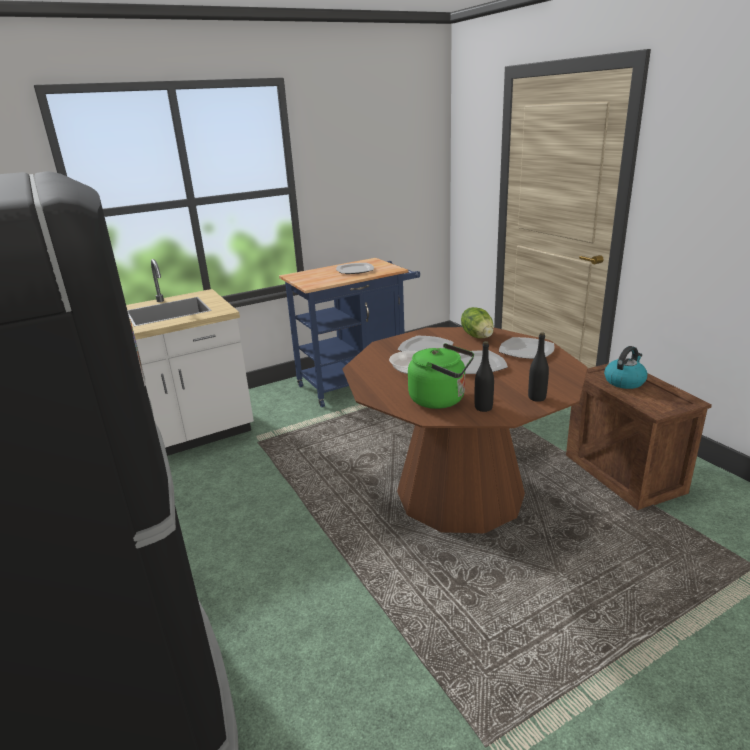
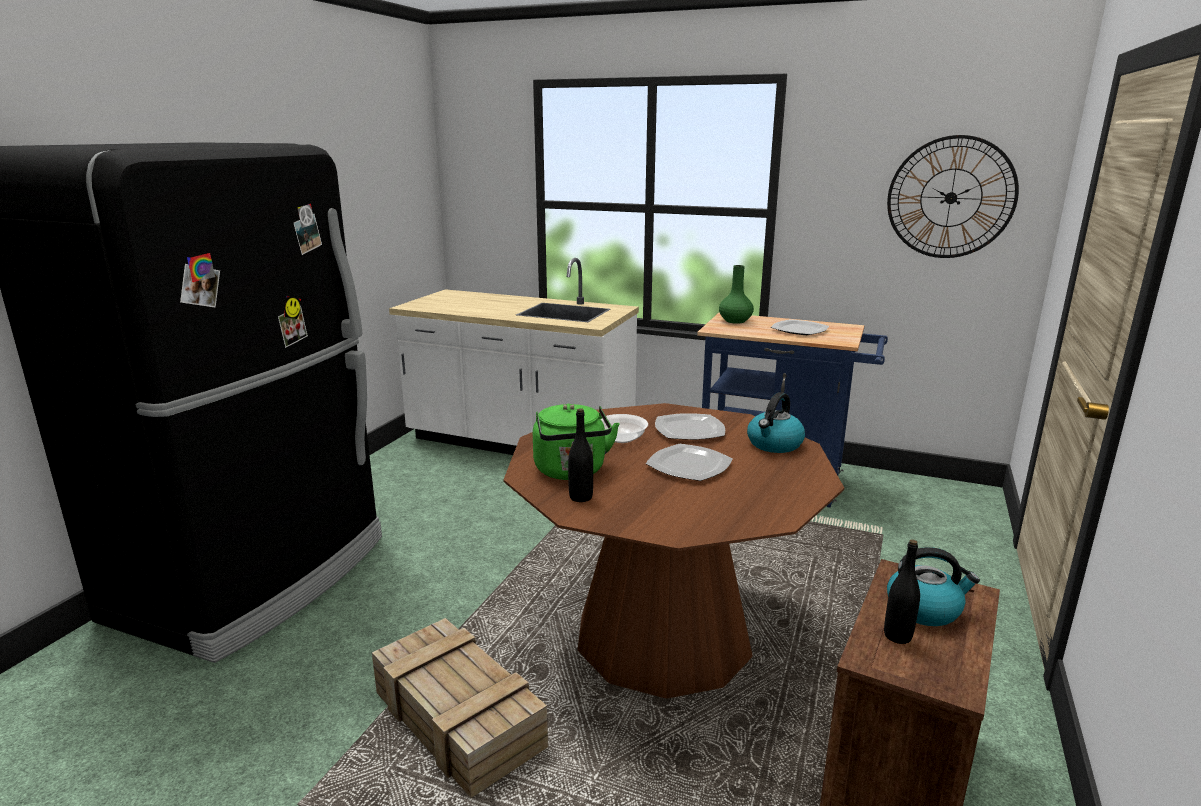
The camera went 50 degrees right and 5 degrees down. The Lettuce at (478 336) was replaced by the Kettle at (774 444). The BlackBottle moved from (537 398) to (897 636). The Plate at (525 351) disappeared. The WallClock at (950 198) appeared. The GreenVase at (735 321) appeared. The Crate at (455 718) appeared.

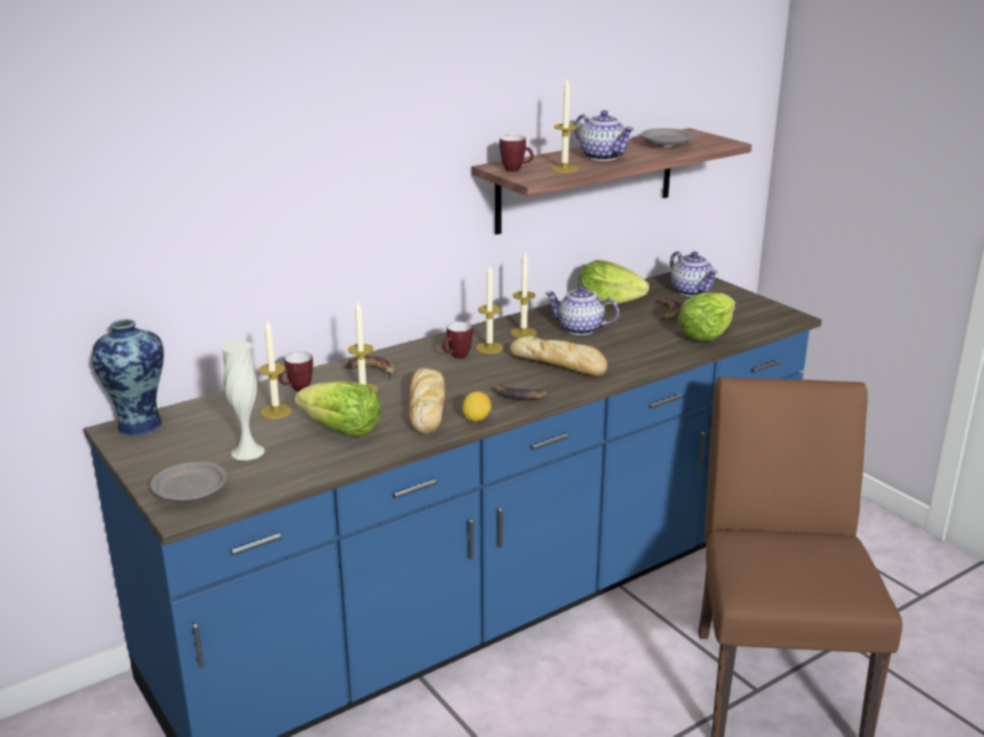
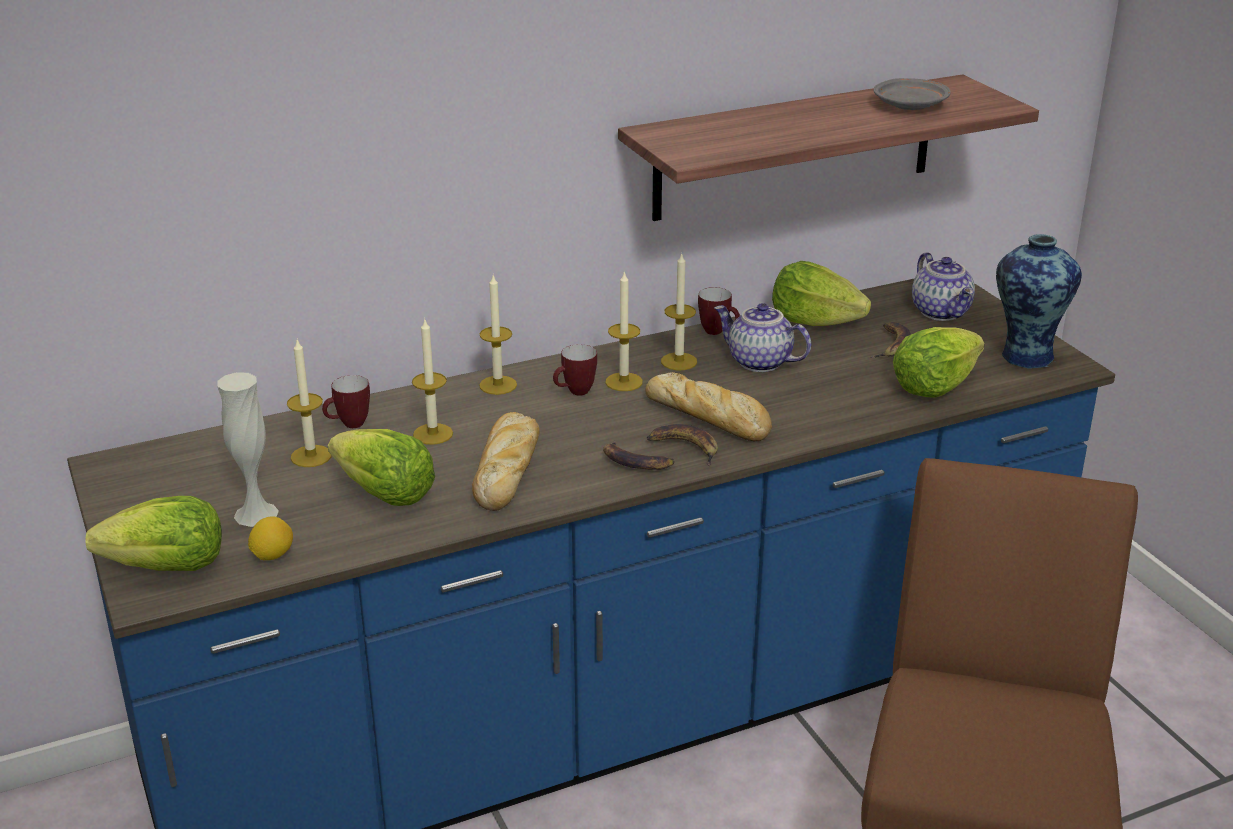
The camera went 10 degrees right and 5 degrees up. The Candle moved from (564 169) to (498 385). The Teapot at (603 157) disappeared. The Mug moved from (516 170) to (718 332). The Vase moved from (139 424) to (1026 355). The Banana moved from (371 371) to (684 447). The Lemon moved from (476 419) to (272 555). The GreyPlate at (192 493) was replaced by the Lettuce at (168 568).

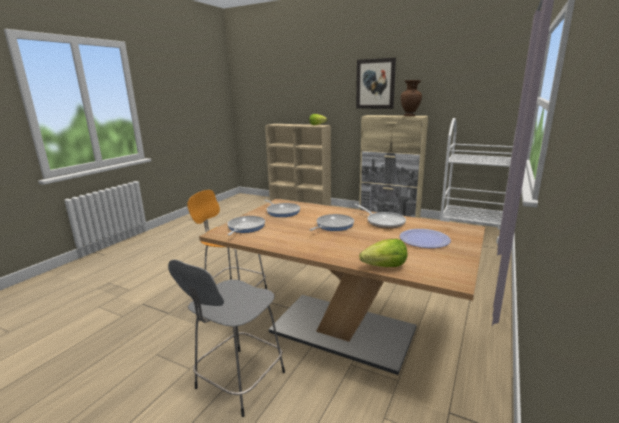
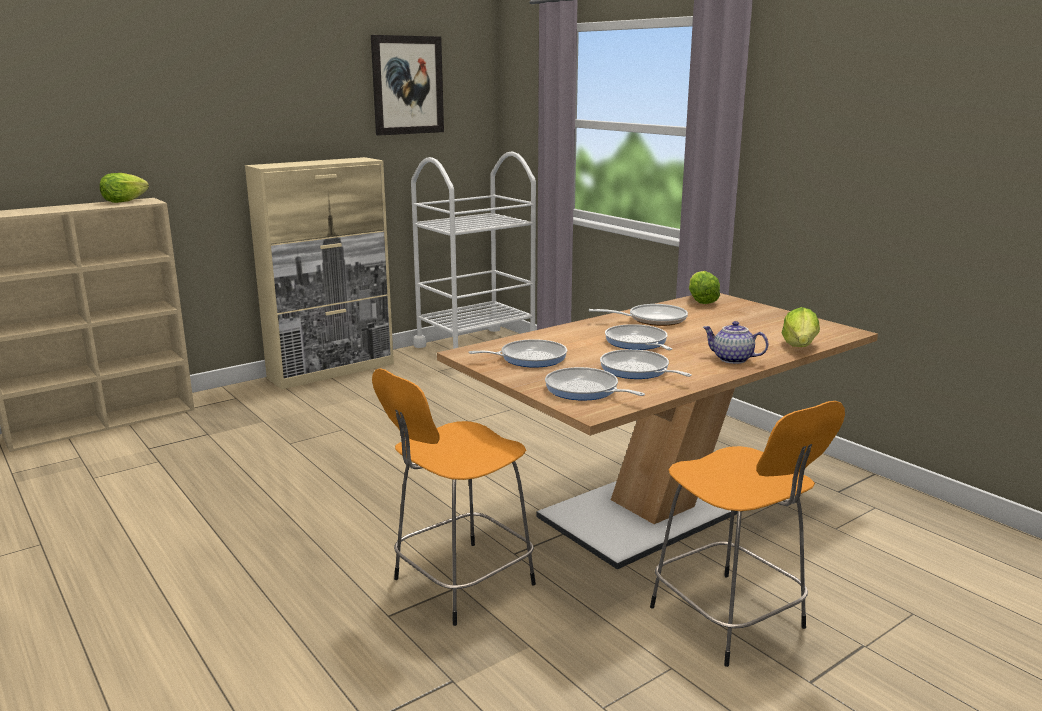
The camera went 65 degrees left and 0 degrees up. The Picture moved from (375 84) to (407 85). The BrownVase at (410 116) disappeared. The Plate at (424 239) disappeared. The GreyStool at (238 382) became the OrangeStool at (730 620). The Lettuce at (701 301) appeared. The Teapot at (732 359) appeared. The FryingPan at (637 370) appeared.

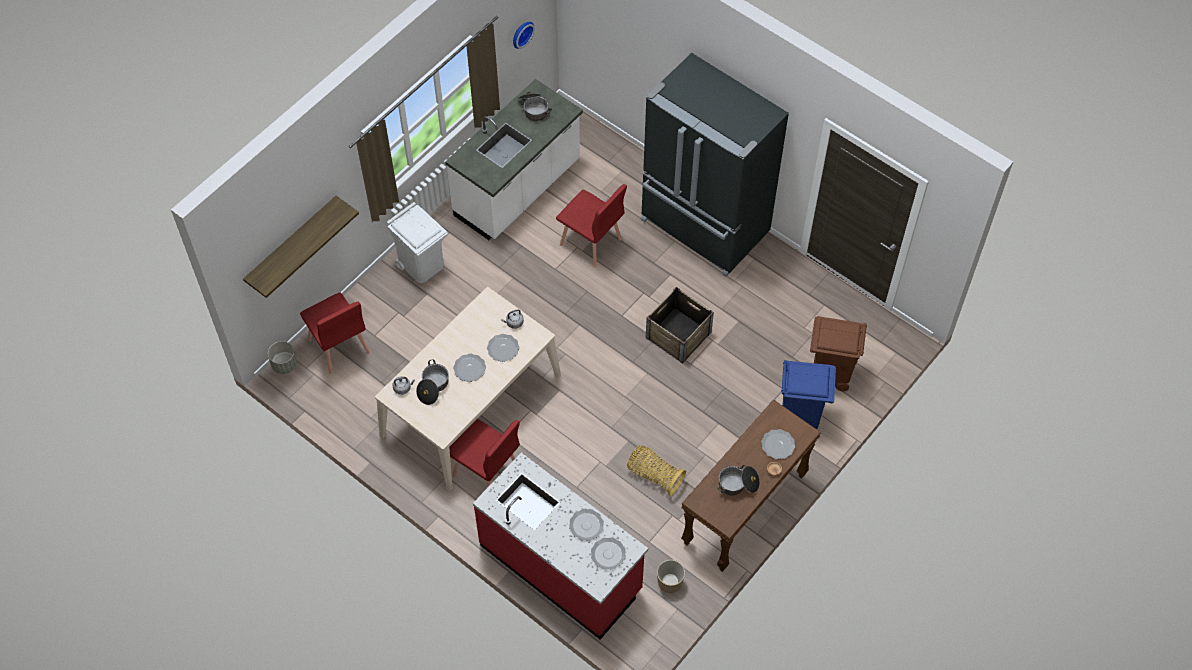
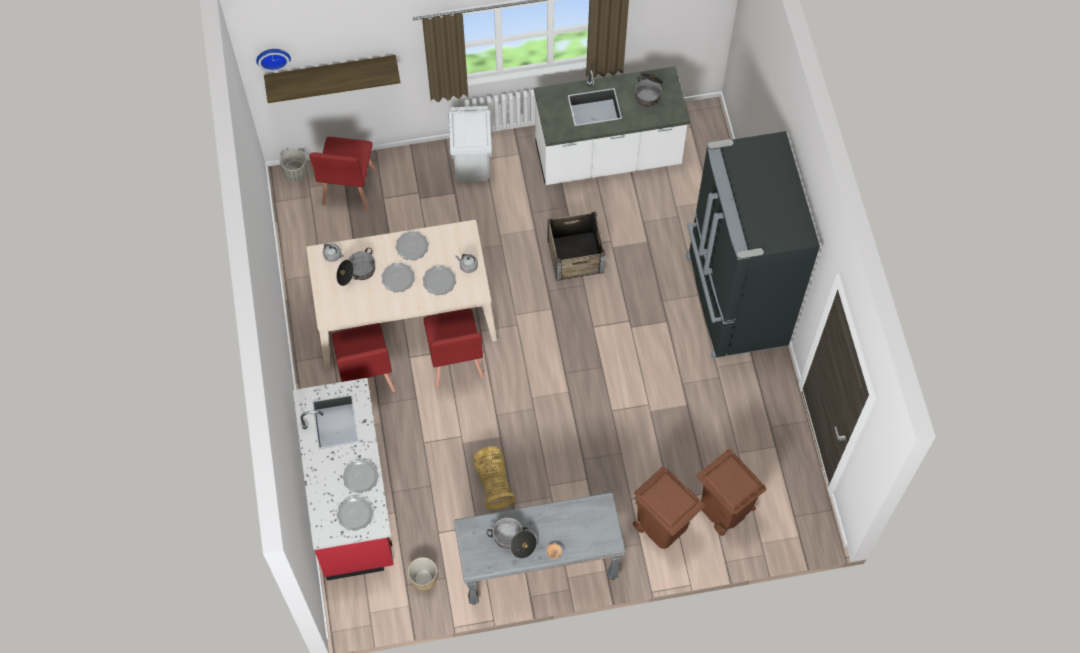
The camera went 40 degrees right and 5 degrees up. The WallClock moved from (521 33) to (273 57). The RedChair moved from (591 242) to (454 360). The Crate moved from (678 334) to (575 255). The BlueTrashCan at (800 414) became the BrownTrashCan at (663 525). The BrownConsoleTable at (745 510) became the GreyConsoleTable at (538 569). The Plate moved from (777 445) to (412 246).

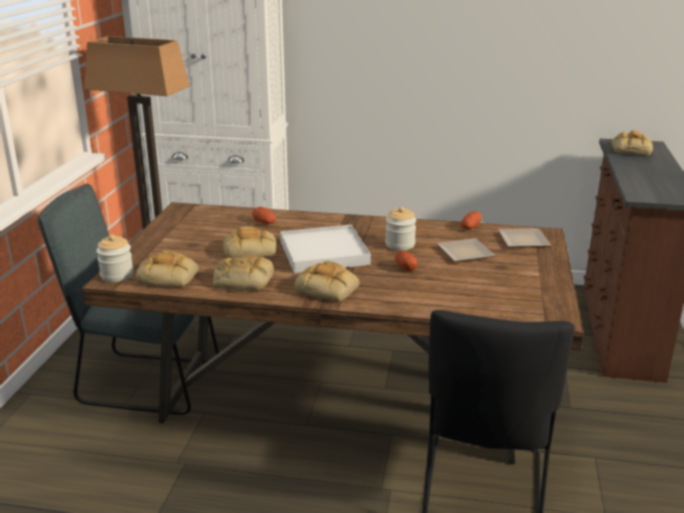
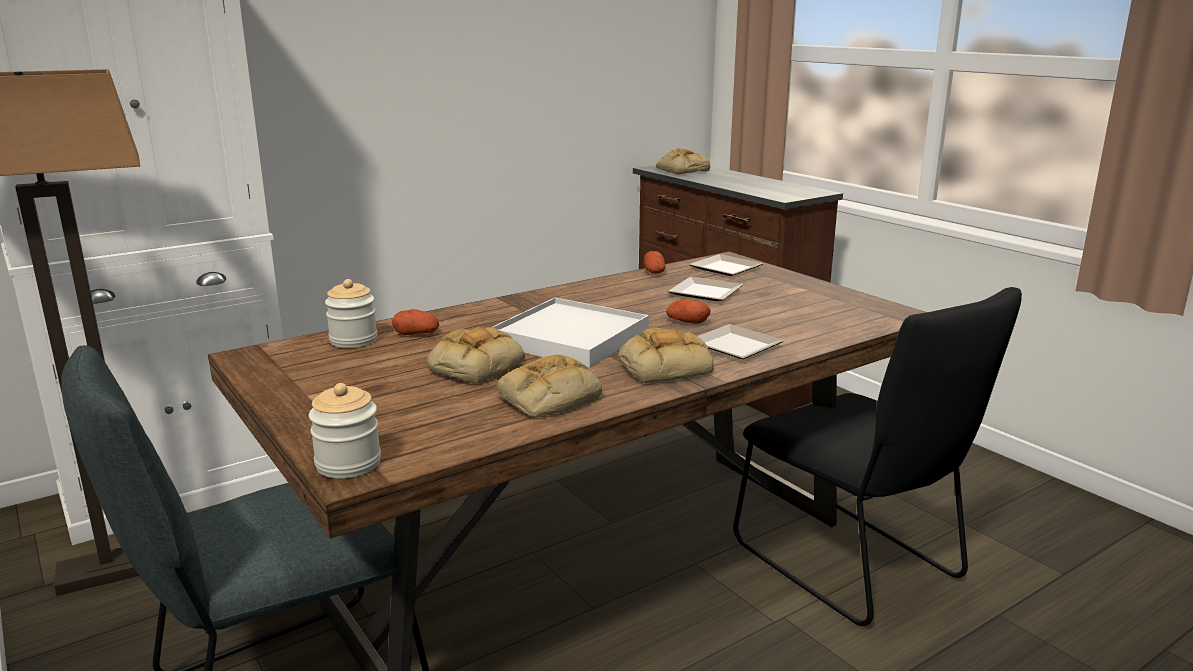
The camera went 45 degrees left and 5 degrees down. The Jar moved from (400 244) to (353 340). The Bread at (169 276) disappeared. The Plate at (739 346) appeared.

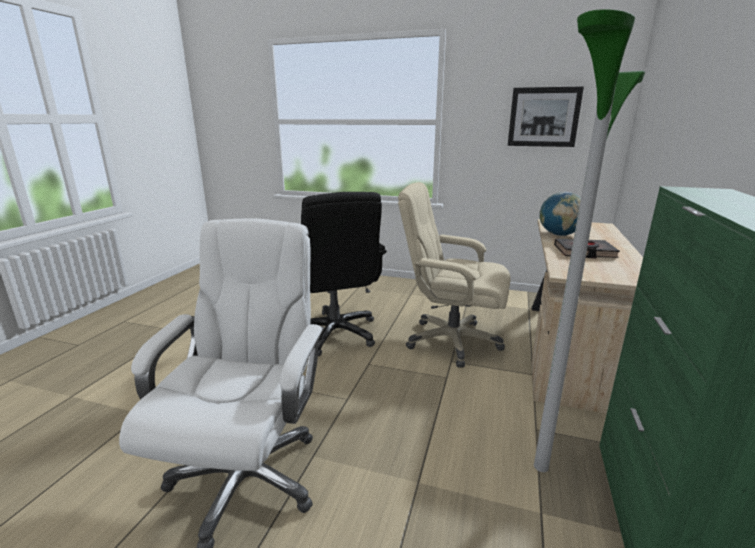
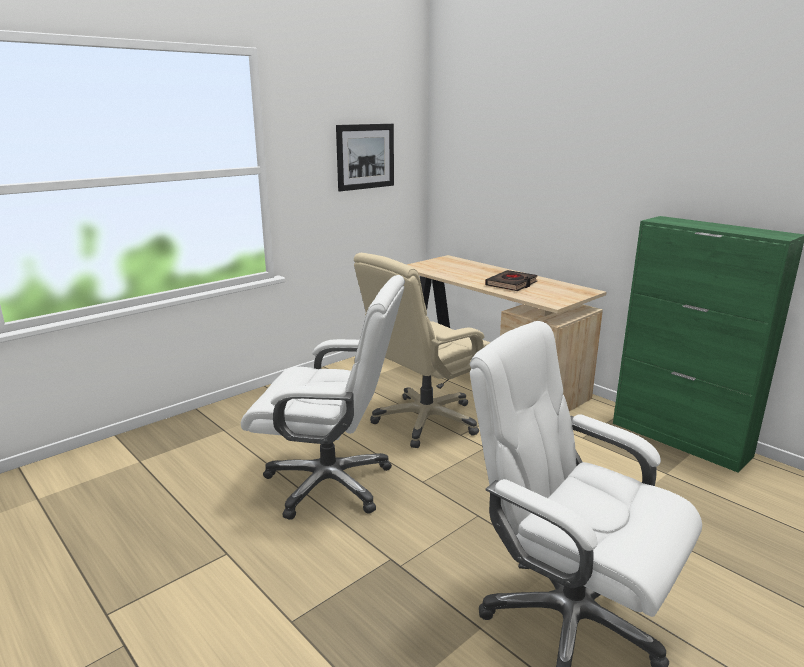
The camera went 60 degrees left and 0 degrees up. The FloorLamp at (541 467) disappeared. The BlackOfficeChair at (335 333) became the WhiteOfficeChair at (330 483). The Globe at (559 235) disappeared.

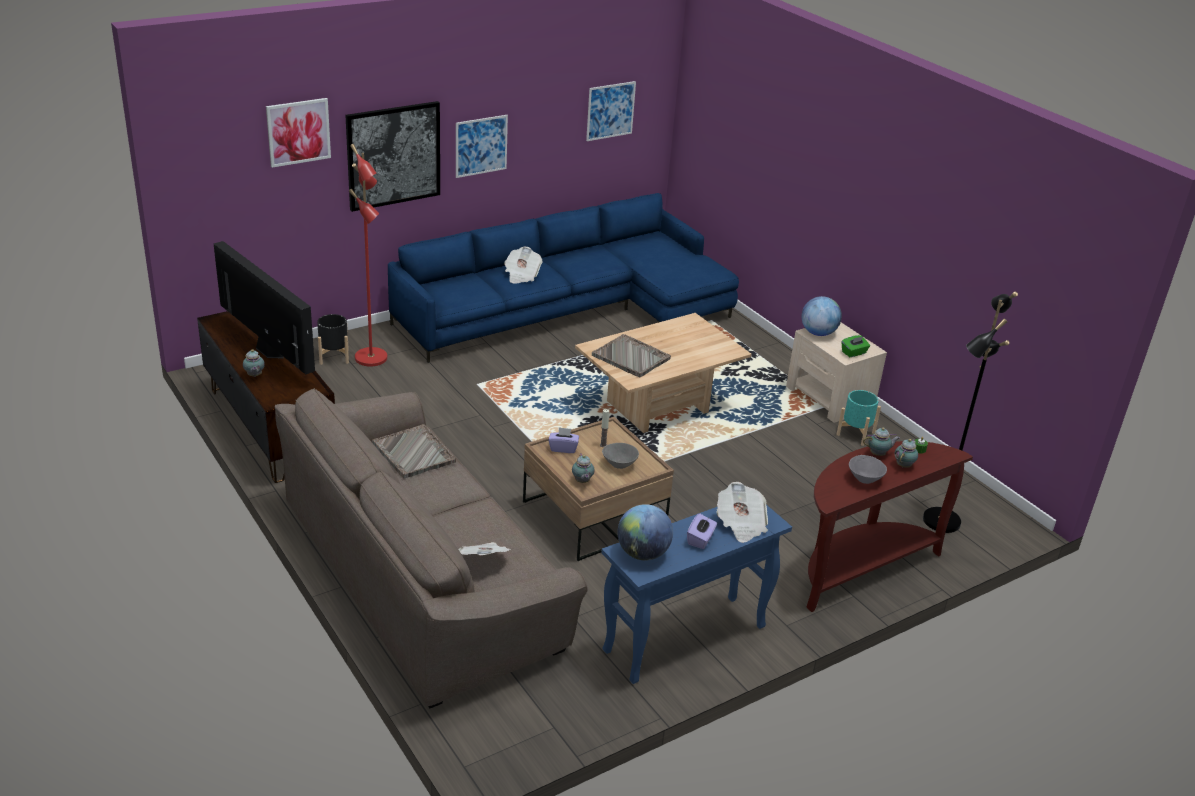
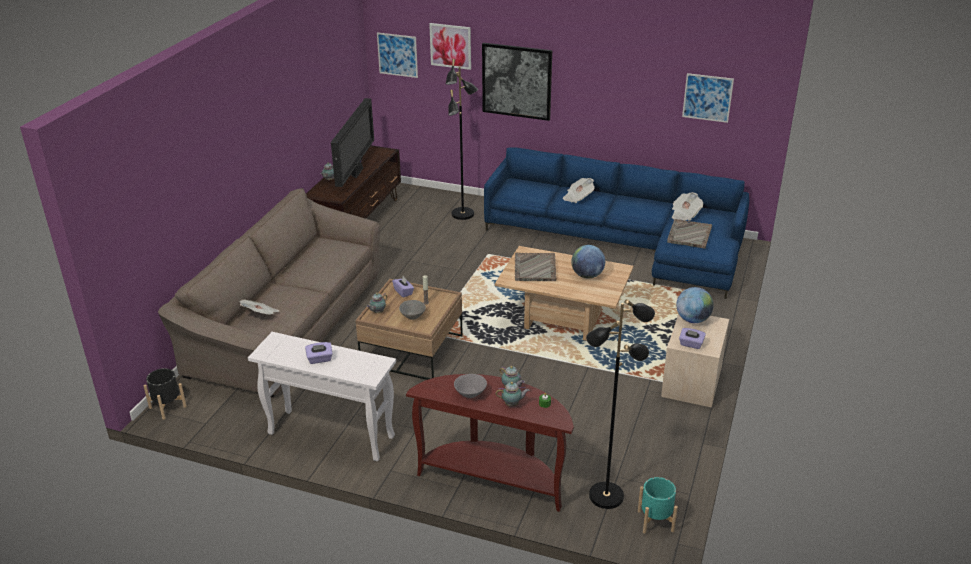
The camera went 55 degrees right and 0 degrees up. The Picture moved from (481 146) to (397 55). The RedFloorLamp at (372 358) became the BlackFloorLamp at (463 214). The BlackPlanter moved from (334 356) to (167 407). The GreenTissueBox at (854 353) became the PurpleTissueBox at (691 344). The TurquoisePlanter moved from (855 433) to (656 521). The GreyTray moved from (414 453) to (689 235). The Newspaper moved from (740 524) to (685 214). The Globe moved from (643 553) to (587 275). The BlueConsoleTable at (684 640) became the WhiteConsoleTable at (330 435).

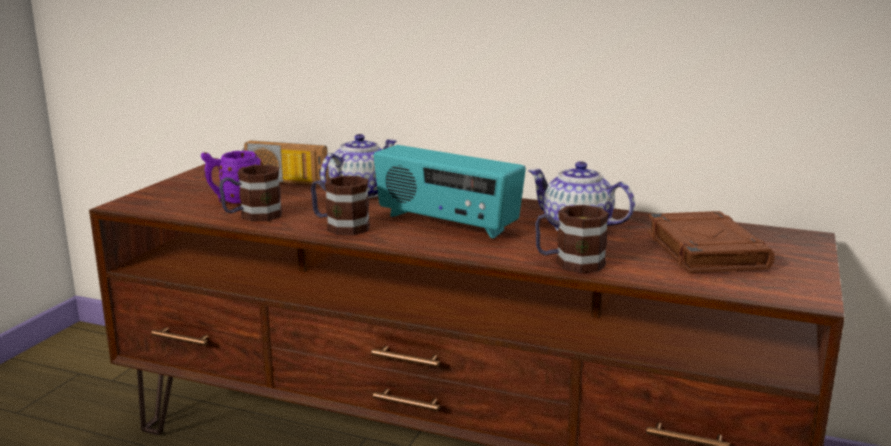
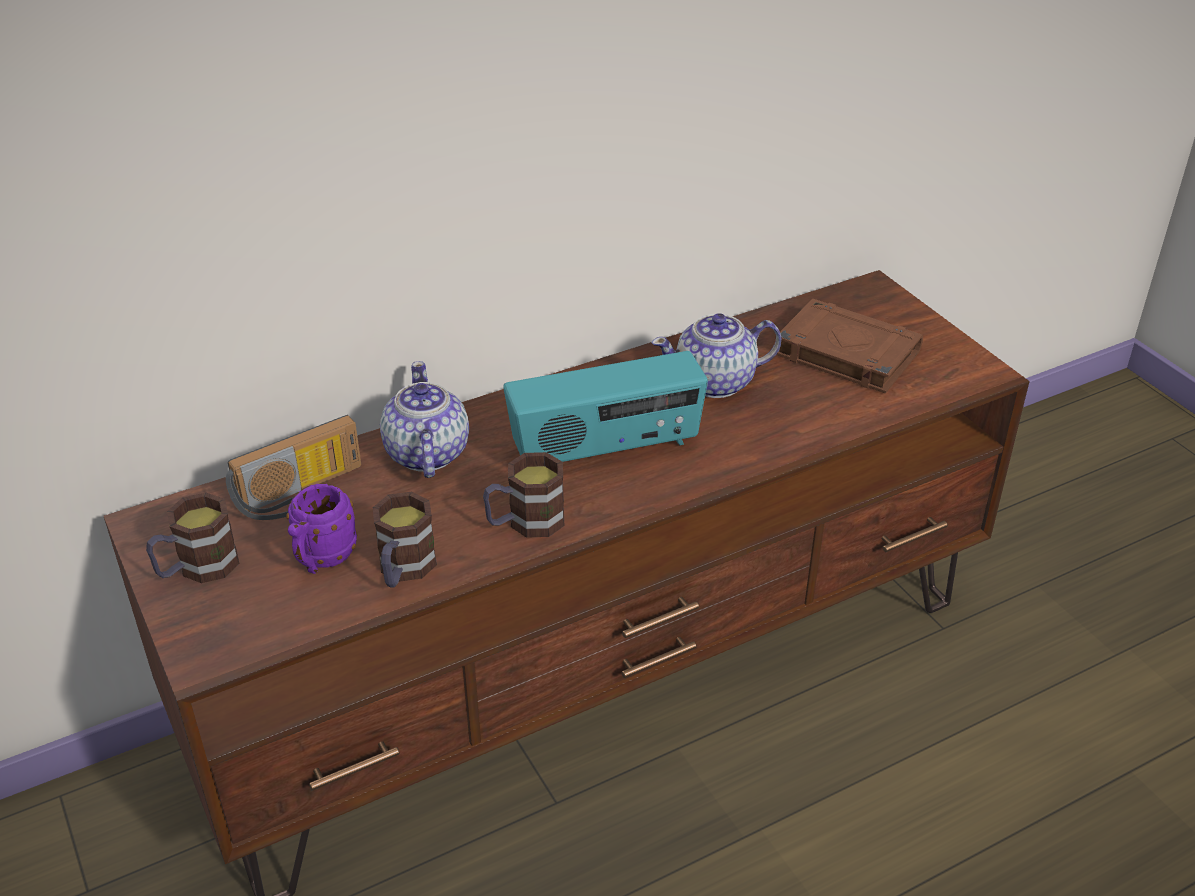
The camera went 50 degrees left and 20 degrees up. The Mug moved from (569 263) to (197 568).

